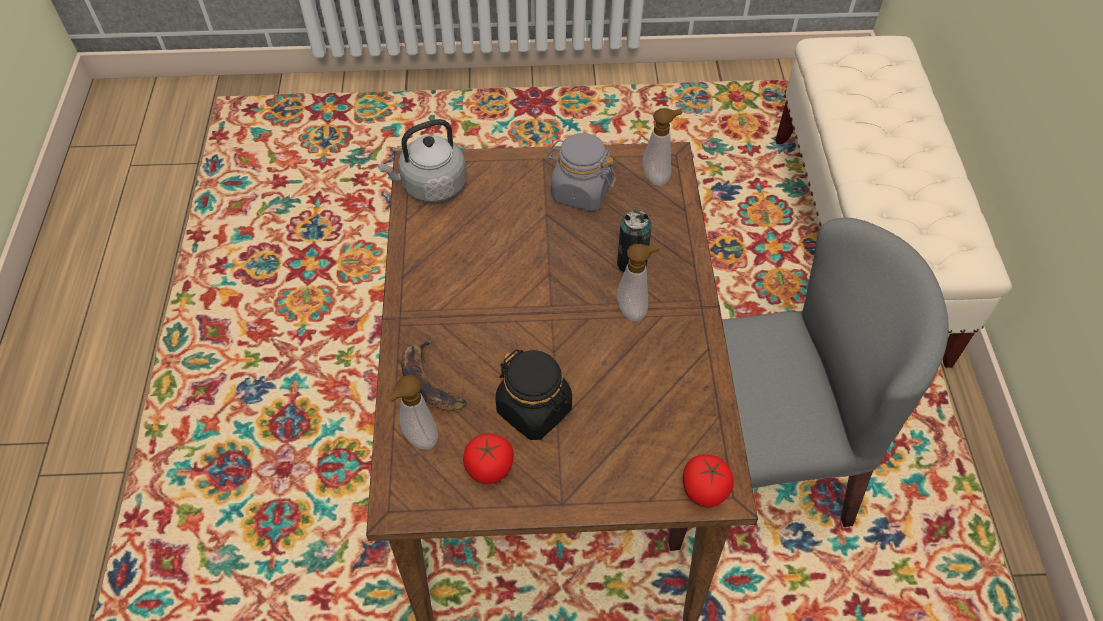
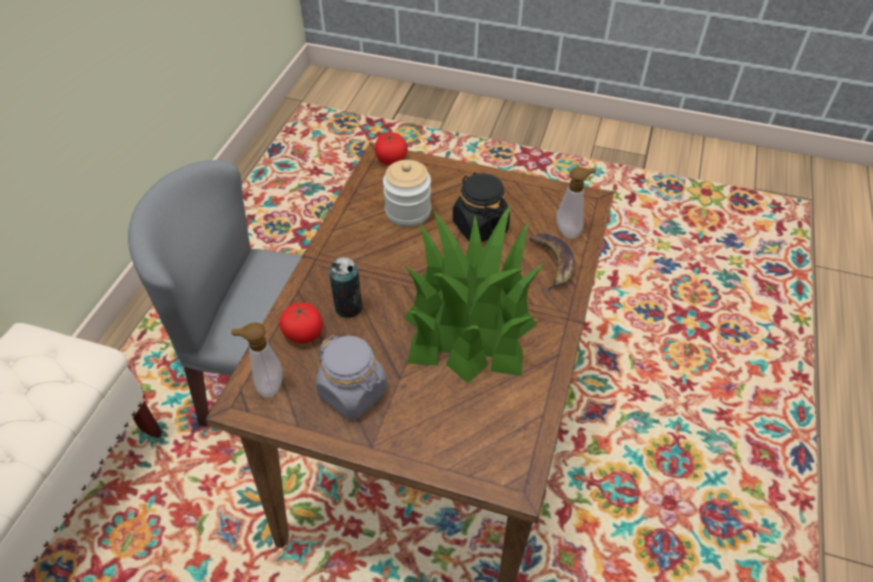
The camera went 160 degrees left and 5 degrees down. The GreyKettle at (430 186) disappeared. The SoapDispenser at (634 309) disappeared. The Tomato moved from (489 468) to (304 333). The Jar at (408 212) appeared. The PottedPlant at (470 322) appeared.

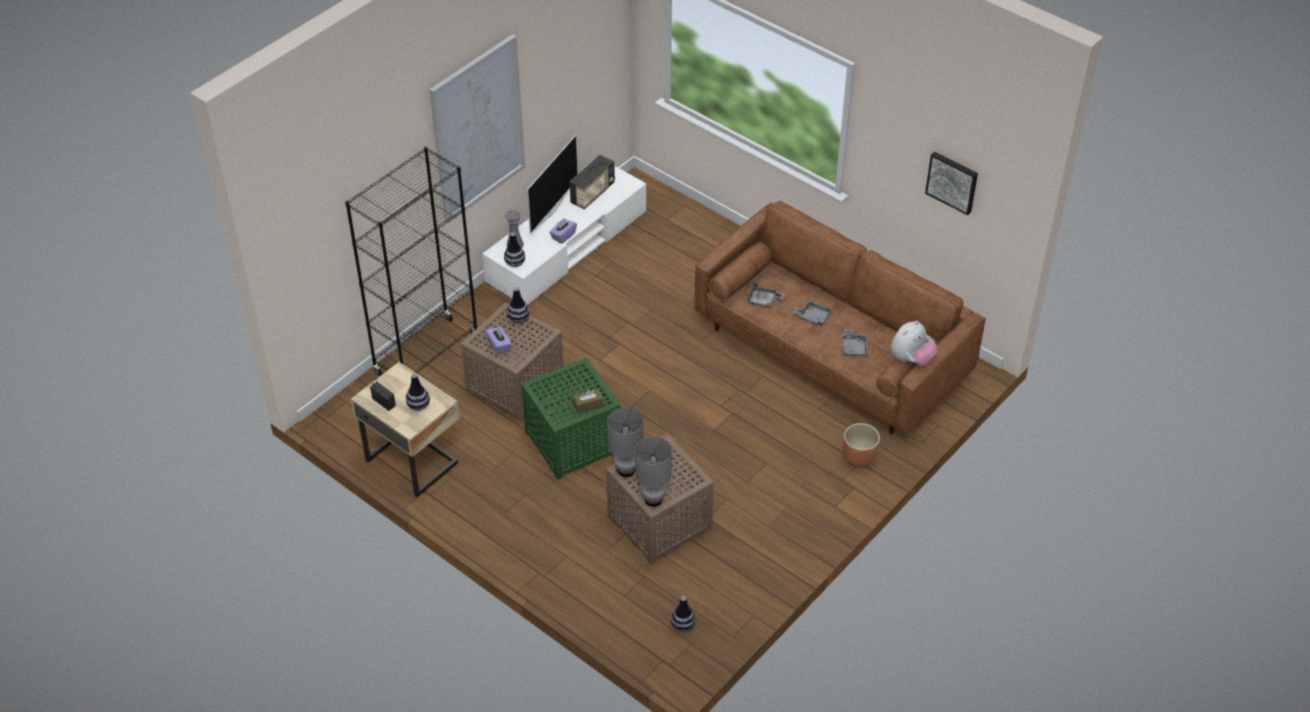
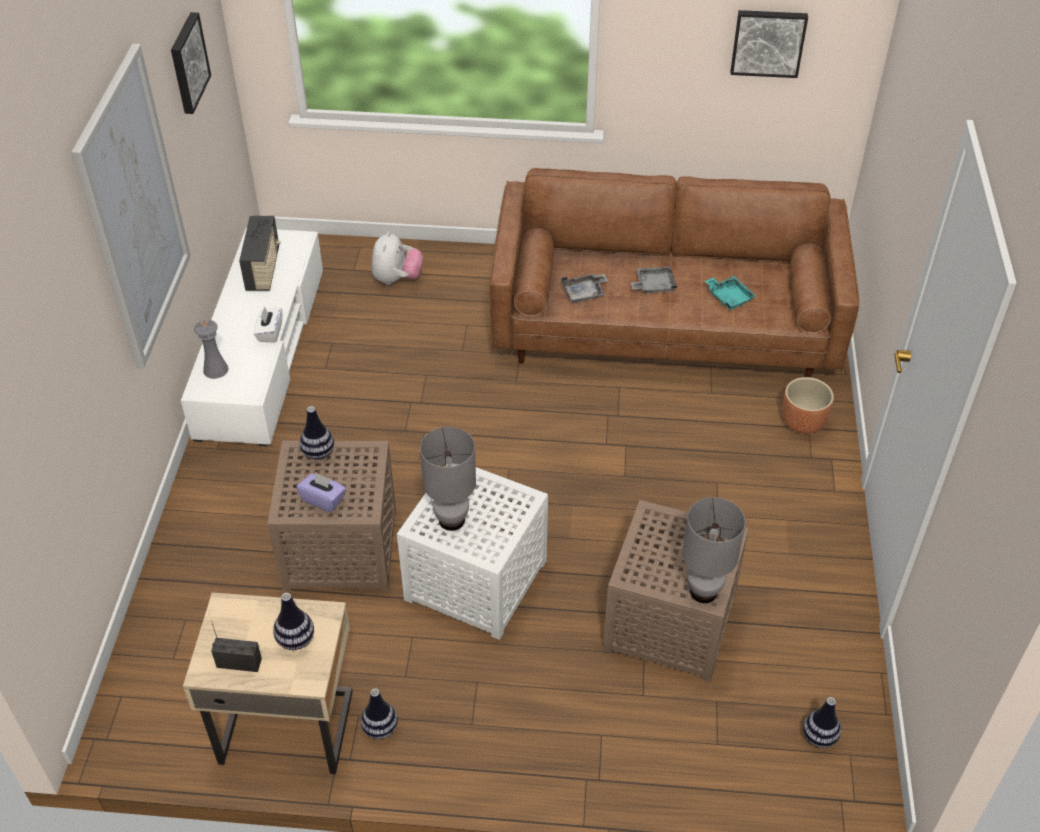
The camera went 35 degrees left and 0 degrees up. The Television at (551 210) disappeared. The BlackBookcase at (427 355) disappeared. The PurpleTissueBox at (563 236) became the WhiteTissueBox at (269 333). The Vase moved from (515 263) to (380 728). The PlushToy moved from (911 359) to (397 279). The GreyTray at (854 347) became the TurquoiseTray at (729 297). The GreenSideTable at (573 440) became the WhiteSideTable at (475 578). The BrownTissueBox at (588 404) disappeared. The GreyTableLamp moved from (626 470) to (452 521). The Picture at (187 63) appeared.

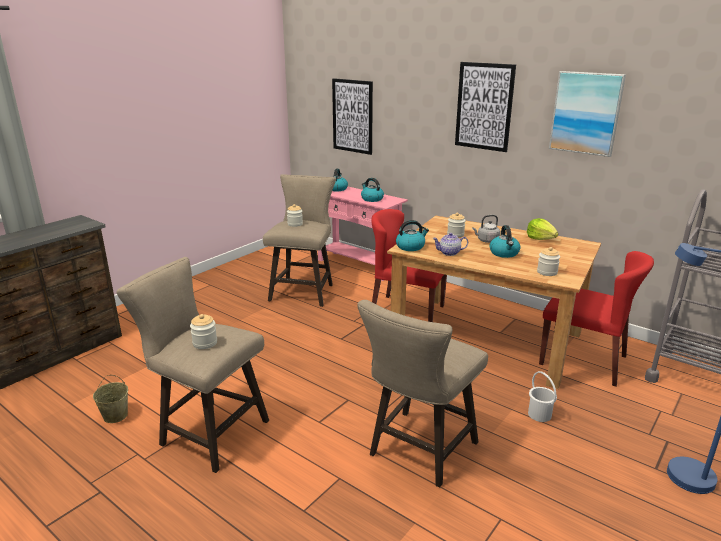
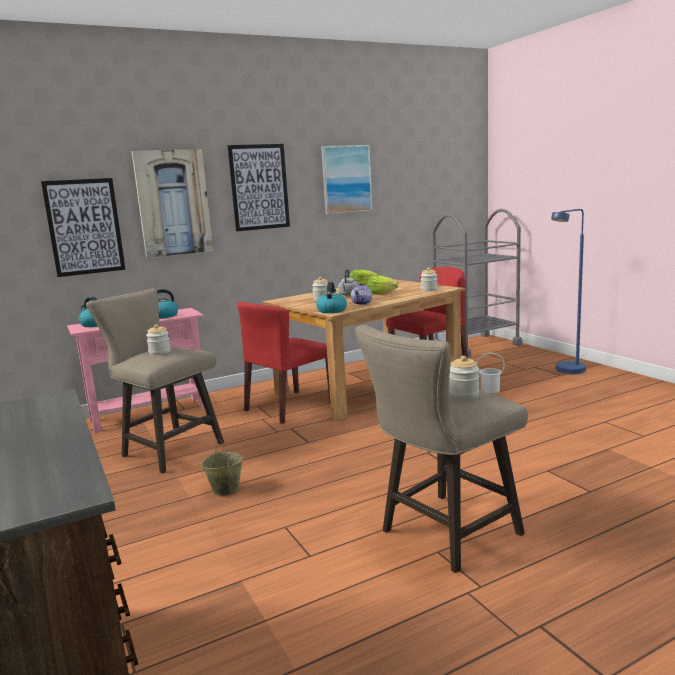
The camera went 65 degrees left and 10 degrees down. The Kettle at (504 253) was replaced by the Lettuce at (381 294). The BeigeStool at (418 452) disappeared. The BeigeBucket moved from (115 415) to (225 489). The Picture at (173 203) appeared.

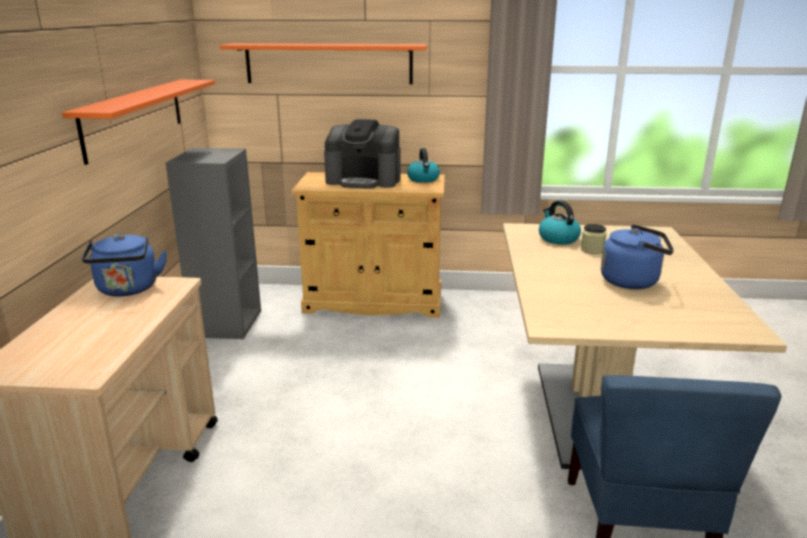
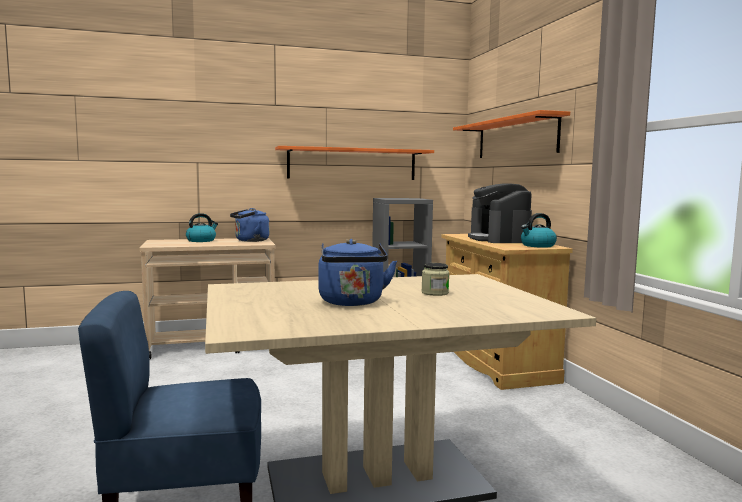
The camera went 70 degrees right and 15 degrees down. The Kettle moved from (557 238) to (201 240).

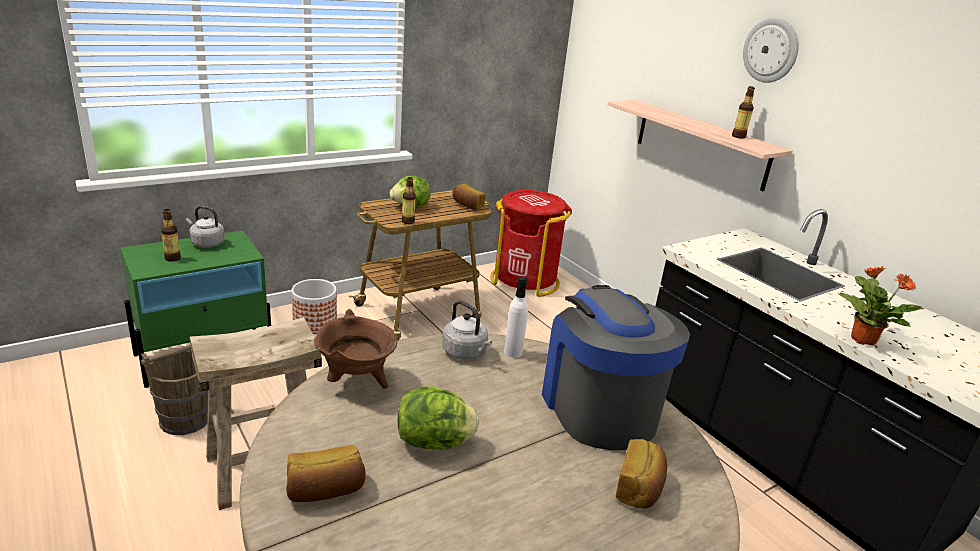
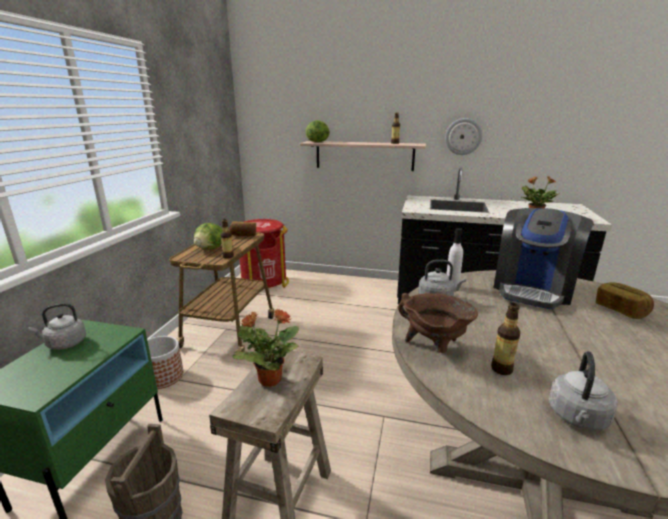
The camera went 40 degrees left and 5 degrees down. The WallClock moved from (771 50) to (463 136). The Bottle moved from (173 258) to (501 369). The CoffeeMachine at (598 407) turned 90 degrees counterclockwise. The Lettuce moved from (434 443) to (318 142). The Bread at (325 490) was replaced by the GreyKettle at (577 418). The PottedPlant at (269 379) appeared.

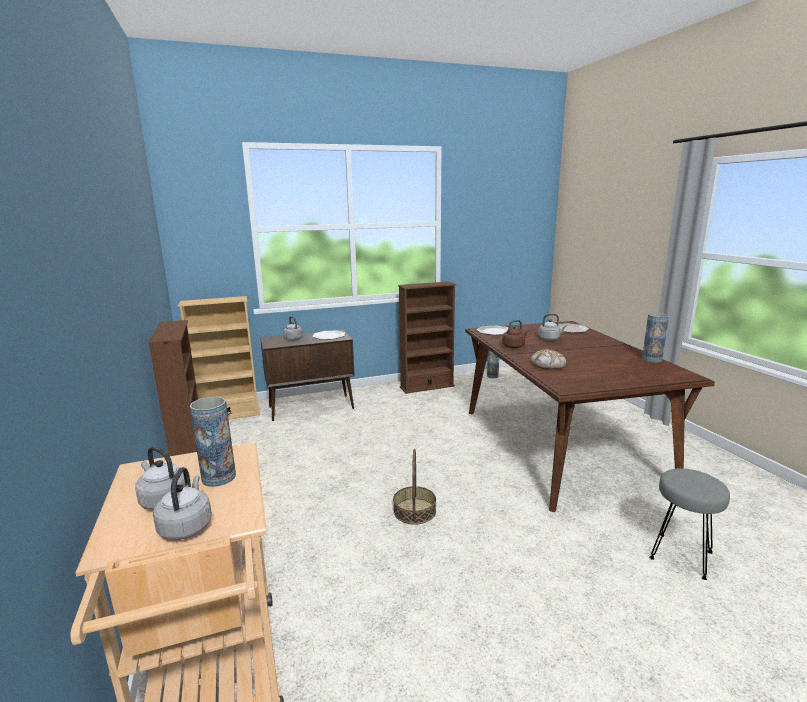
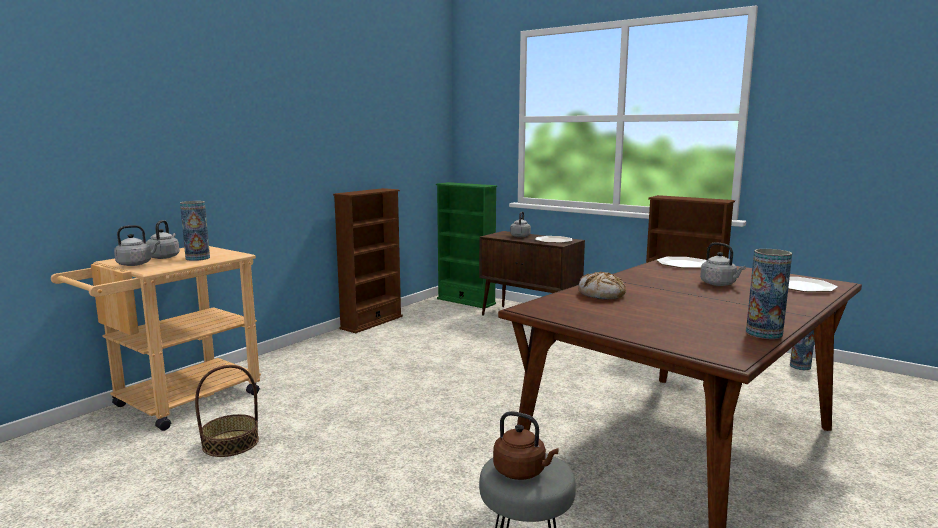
The camera went 55 degrees right and 5 degrees down. The BeigeBookcase at (229 415) became the GreenBookcase at (466 301). The BrownKettle moved from (514 346) to (522 472). The Basket moved from (414 511) to (231 443).

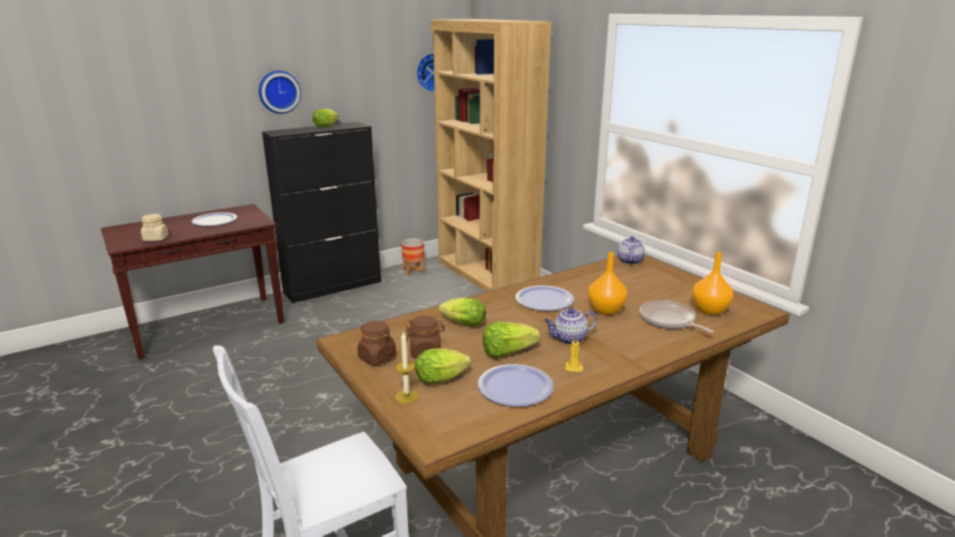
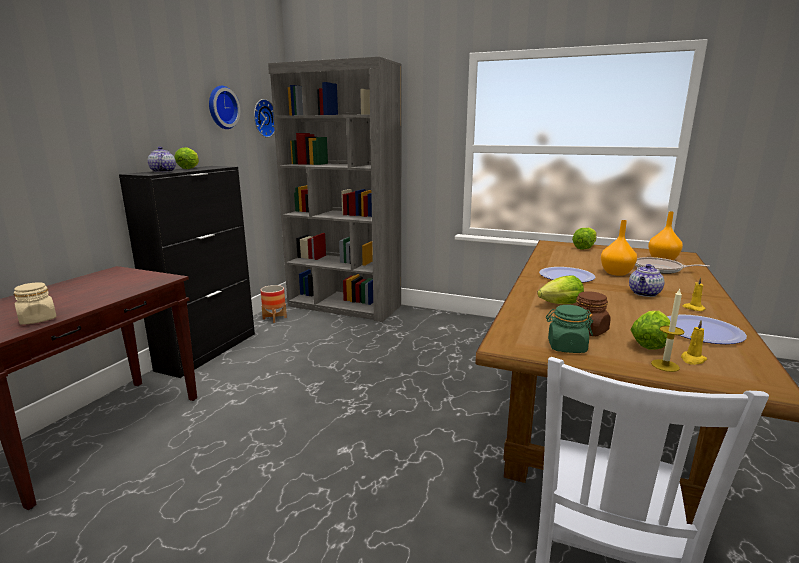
The camera went 35 degrees left and 5 degrees down. The BrownBookcase at (486 275) became the GreyBookcase at (344 306). The WallClock moved from (278 91) to (221 107). The Plate at (214 221) disappeared. The Teapot moved from (629 261) to (163 172). The BrownJar at (377 358) became the GreenJar at (566 347). The Lettuce moved from (507 352) to (584 247). The YellowCandle at (692 359) appeared.

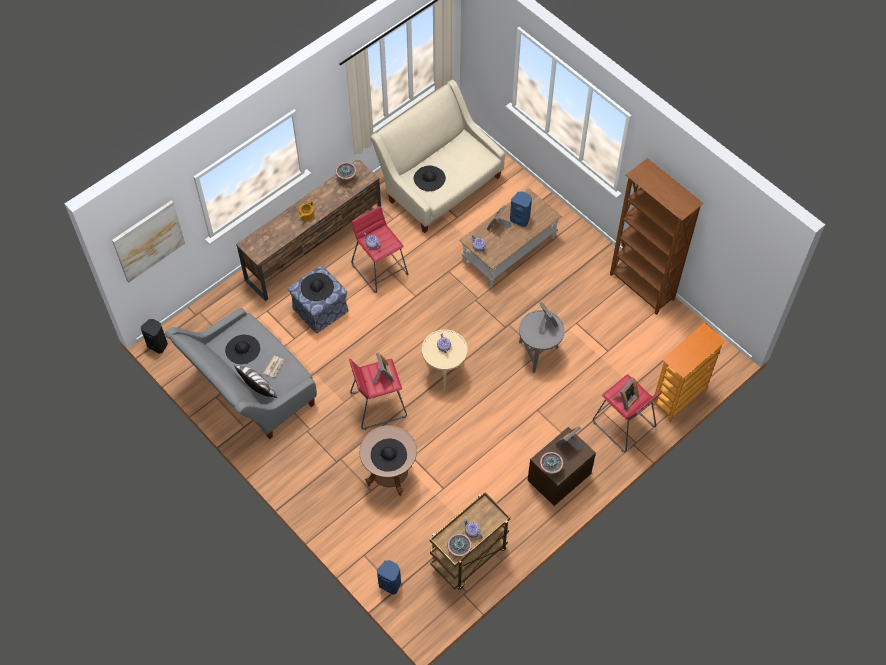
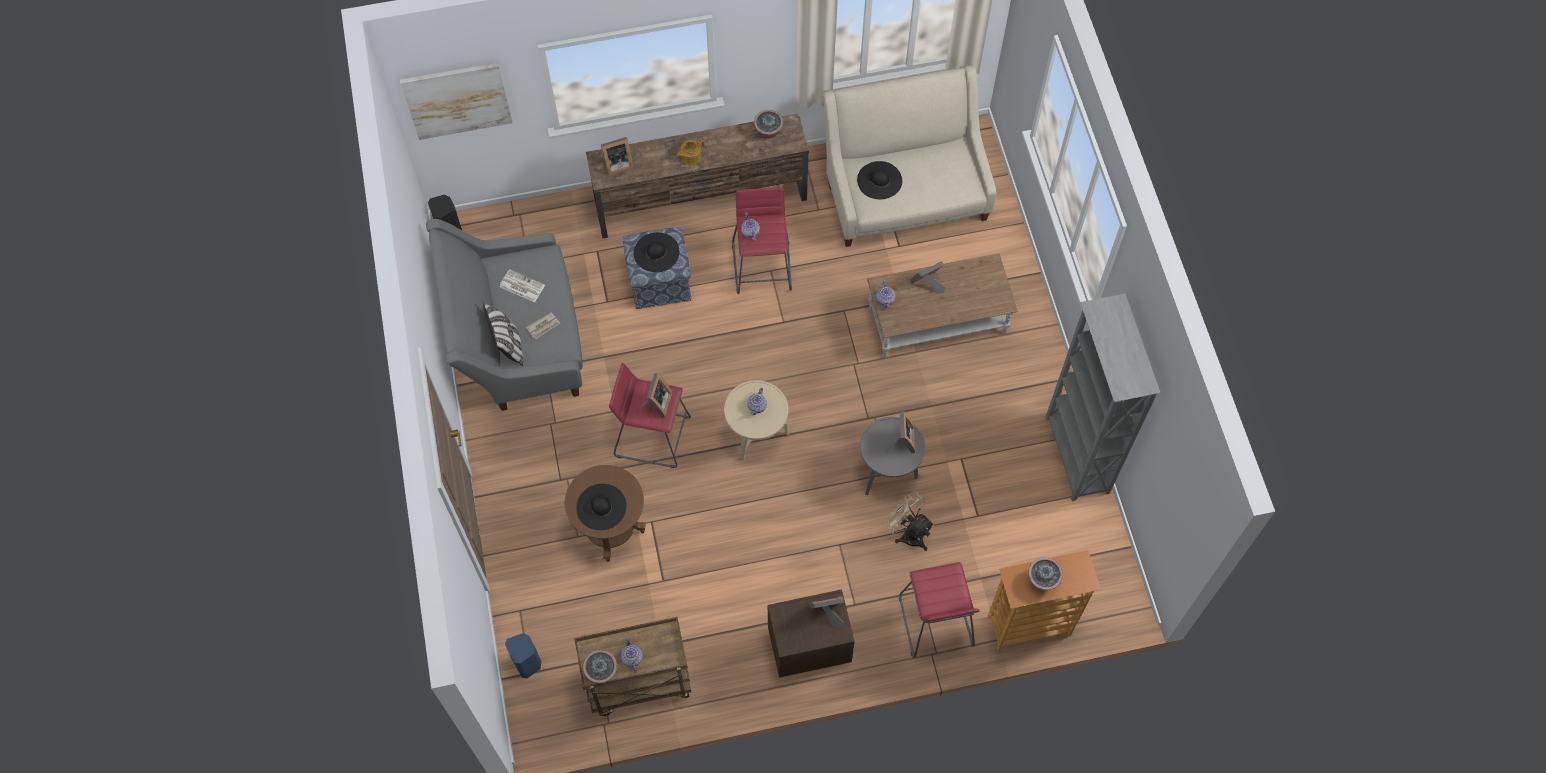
The camera went 30 degrees right and 5 degrees up. The BrownBookcase at (641 288) became the GreyBookcase at (1076 456). The BlueSpeaker at (520 219) disappeared. The BlackHat at (242 349) was replaced by the Newspaper at (521 286). The PictureFrame moved from (625 399) to (616 164). The PottedPlant moved from (550 468) to (1042 580). The BeigeFan at (908 533) appeared.

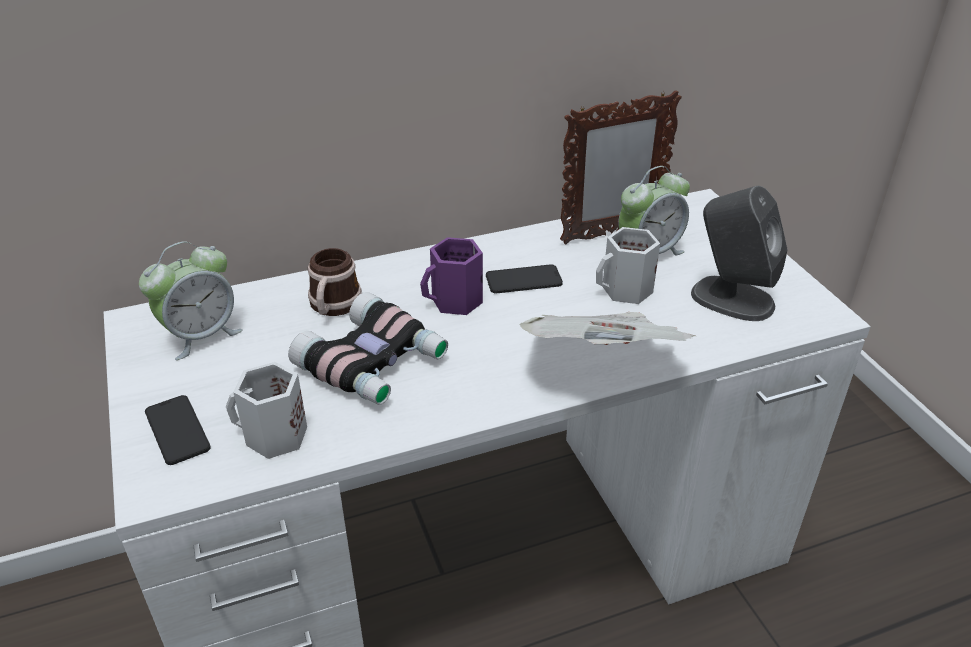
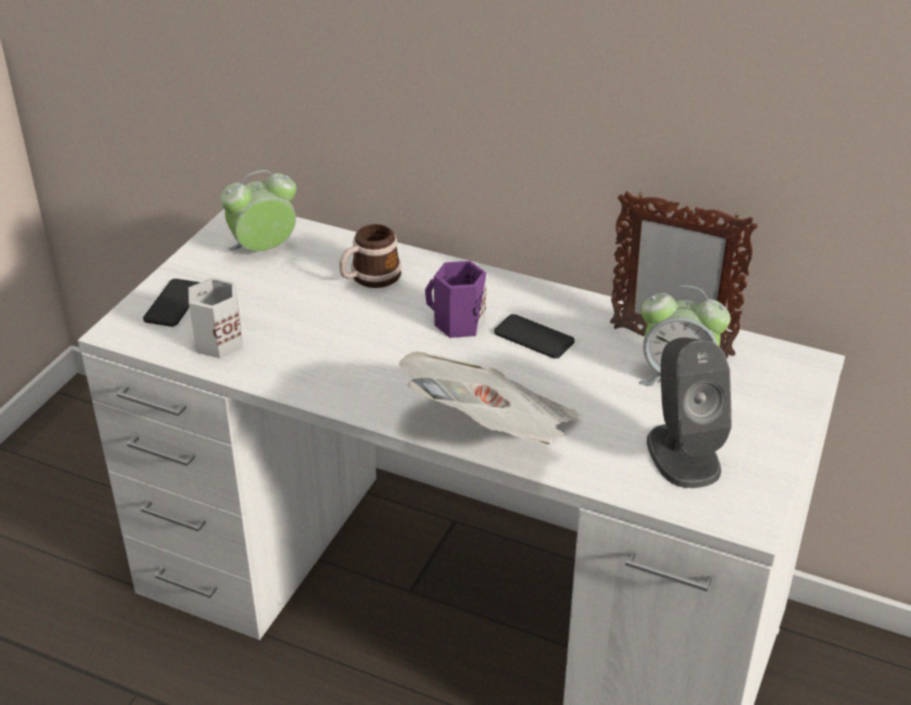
The camera went 45 degrees right and 0 degrees up. The WhiteMug at (626 291) disappeared. The AlarmClock at (201 335) turned 150 degrees clockwise. The Binoculars at (374 363) disappeared.

